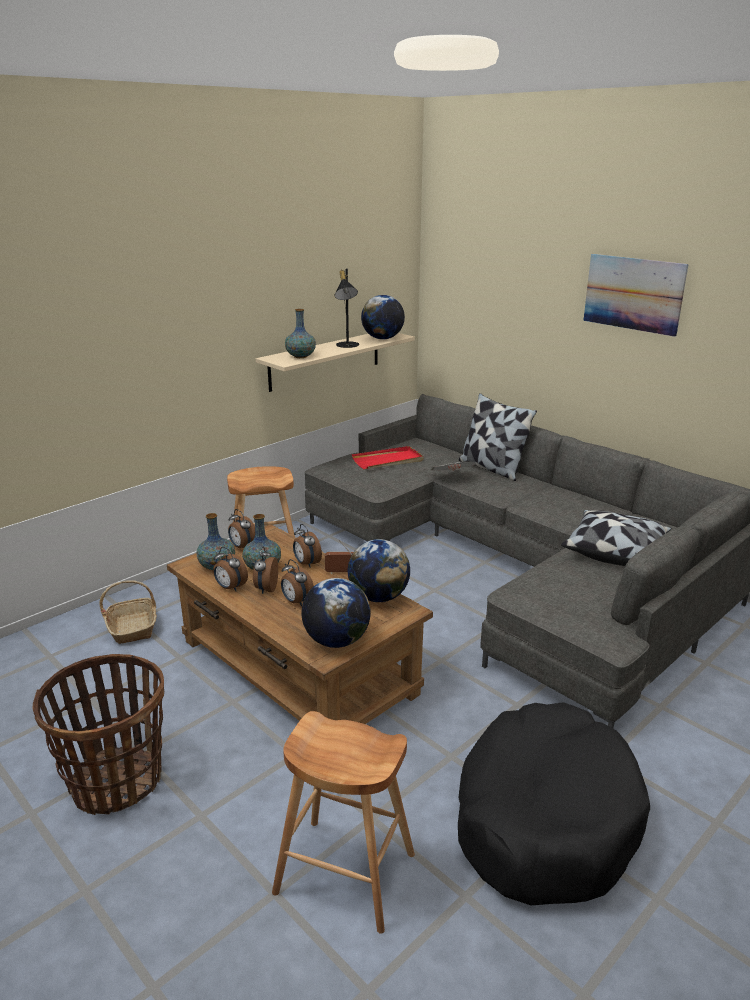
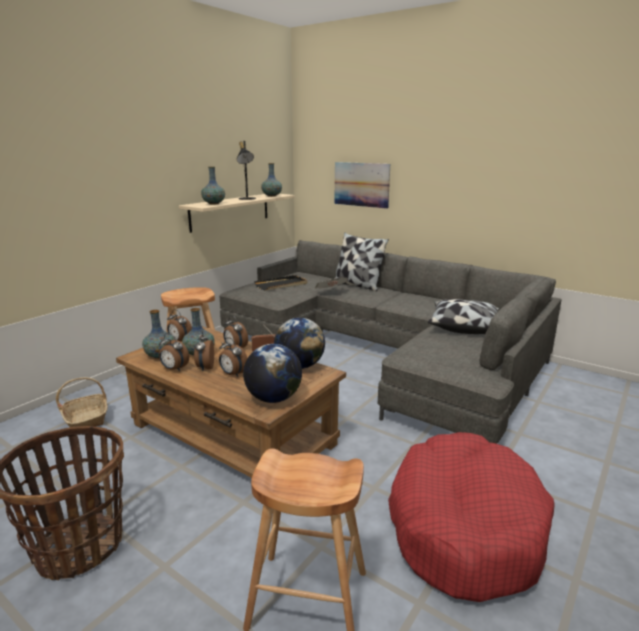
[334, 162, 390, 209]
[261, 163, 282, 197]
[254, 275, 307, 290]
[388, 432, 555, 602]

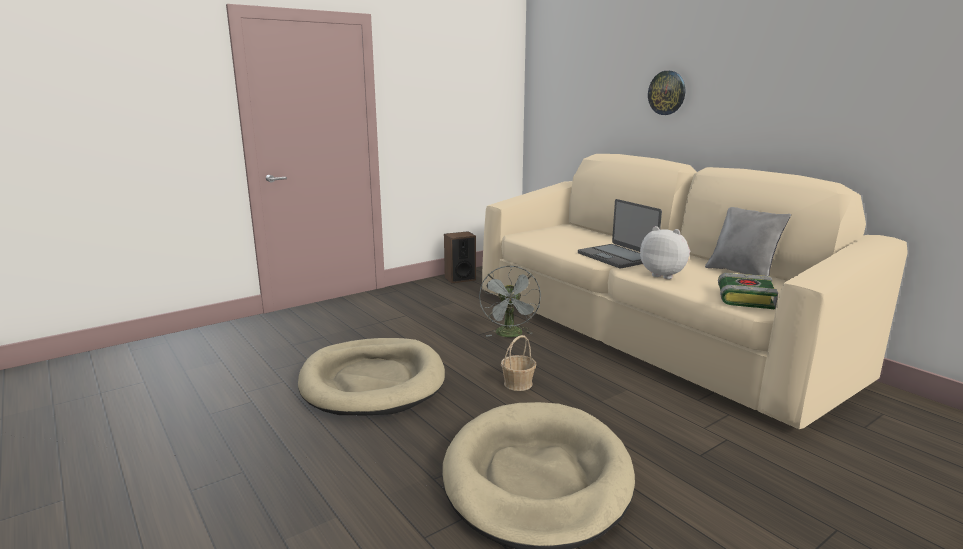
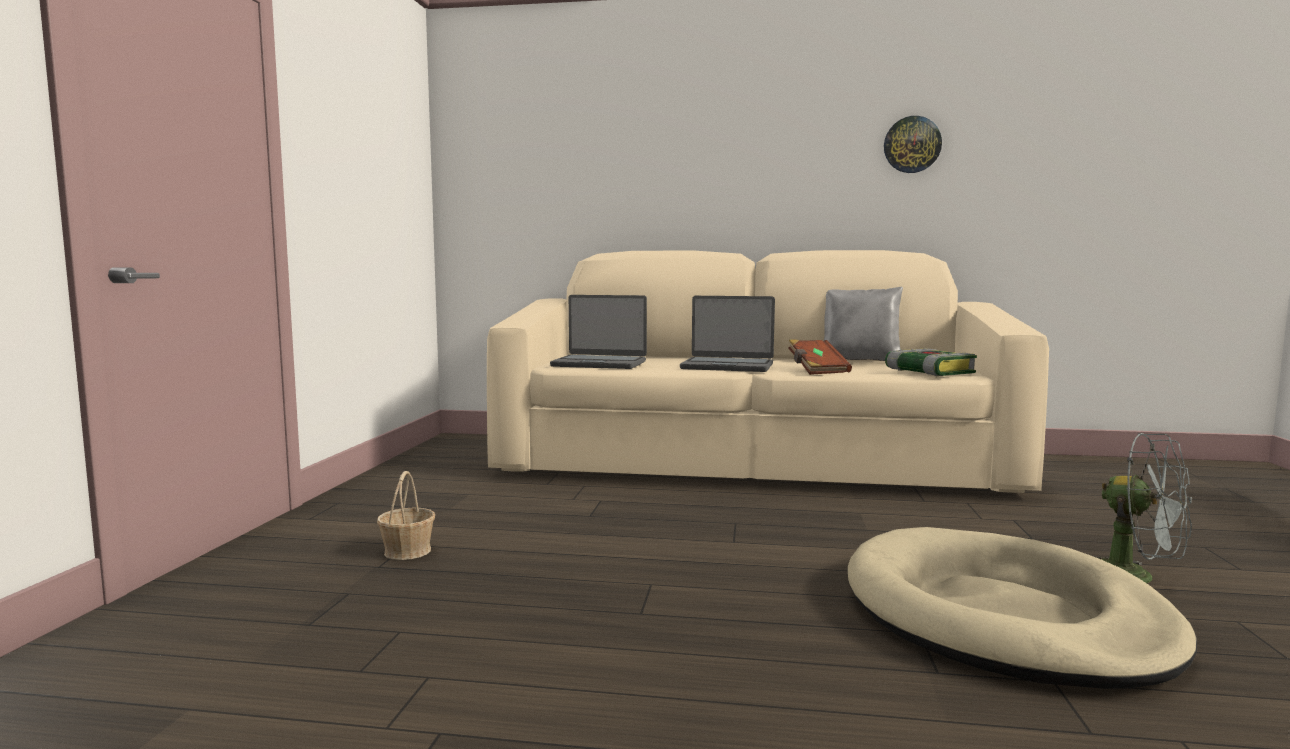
[298, 338, 445, 415] (first image)
[444, 231, 476, 283] (first image)
[550, 295, 647, 369]
[1096, 433, 1192, 583]
[377, 471, 435, 560]
[884, 116, 942, 173]
[789, 339, 852, 375]

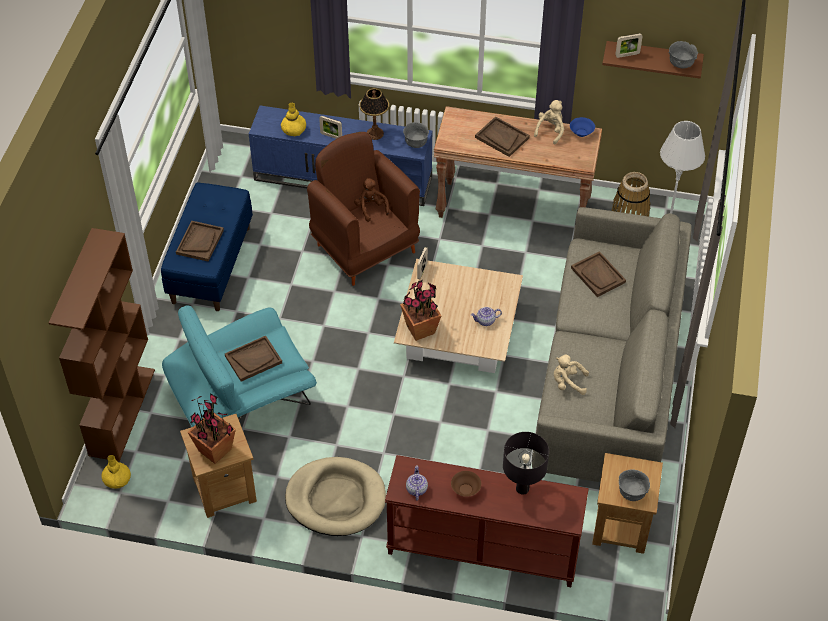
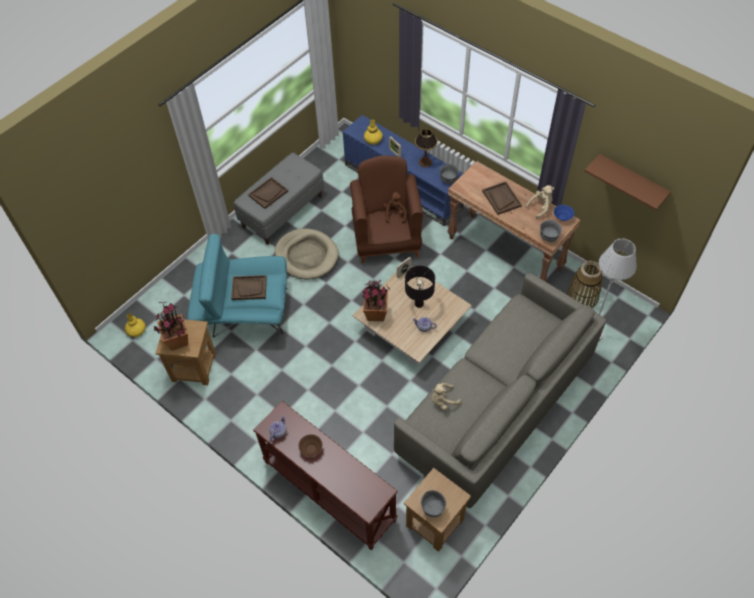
[49, 228, 155, 462] (first image)
[571, 251, 626, 297] (first image)
[615, 33, 643, 58] (first image)
[274, 228, 339, 280]
[405, 266, 435, 308]
[540, 220, 562, 242]
[234, 153, 324, 245]
[432, 383, 461, 411]

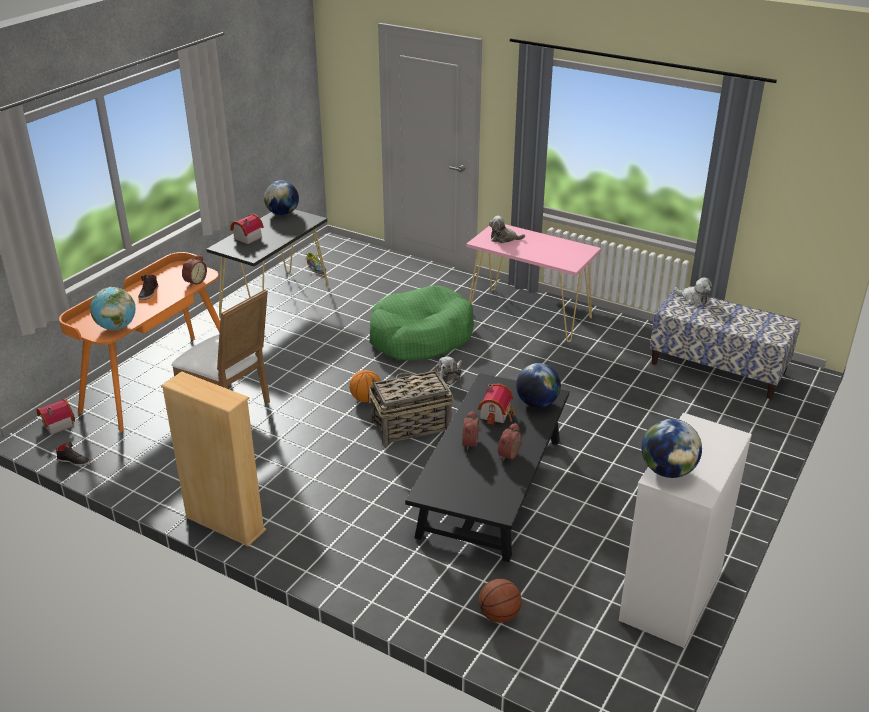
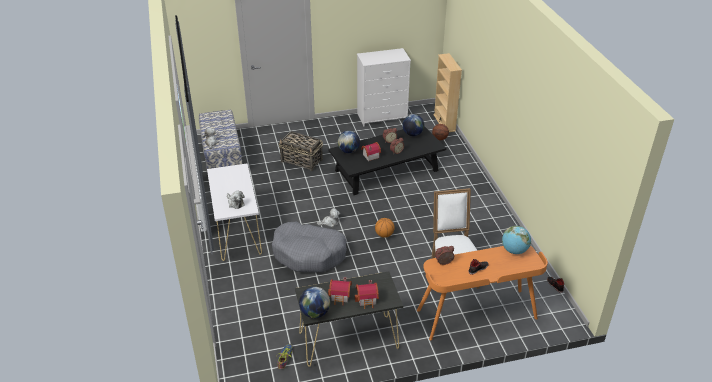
[328, 277, 352, 305]
[433, 53, 462, 132]
[278, 131, 323, 171]
[403, 114, 424, 136]
[272, 222, 347, 272]
[207, 163, 262, 261]

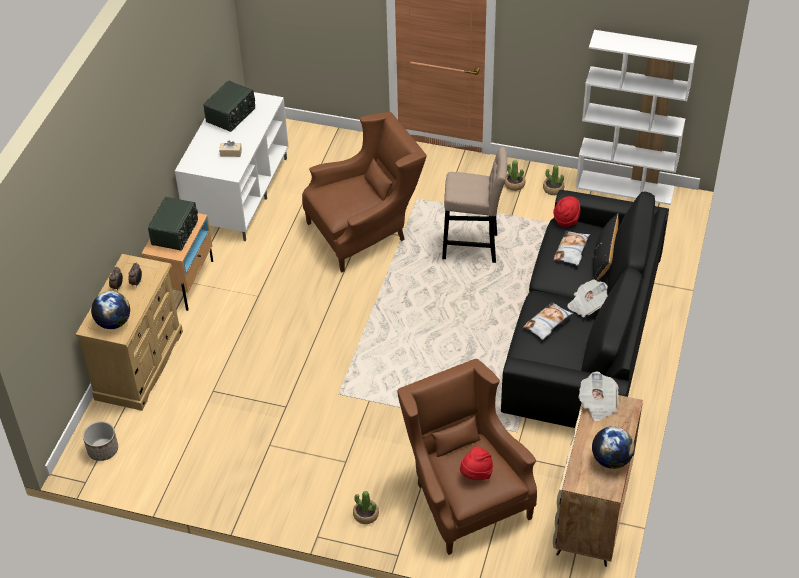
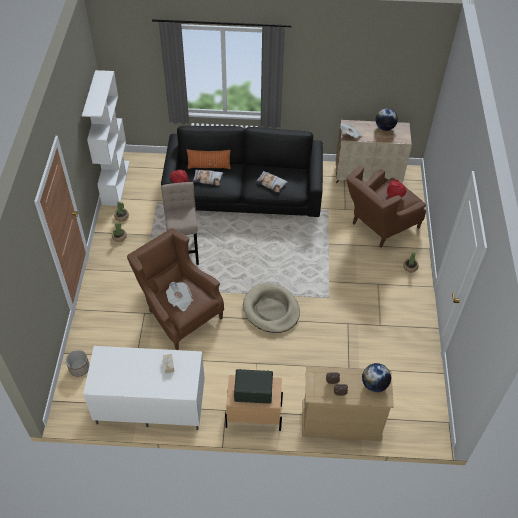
[204, 81, 255, 132] (first image)
[243, 283, 300, 333]
[66, 350, 90, 377]
[166, 282, 193, 311]
[187, 149, 231, 169]

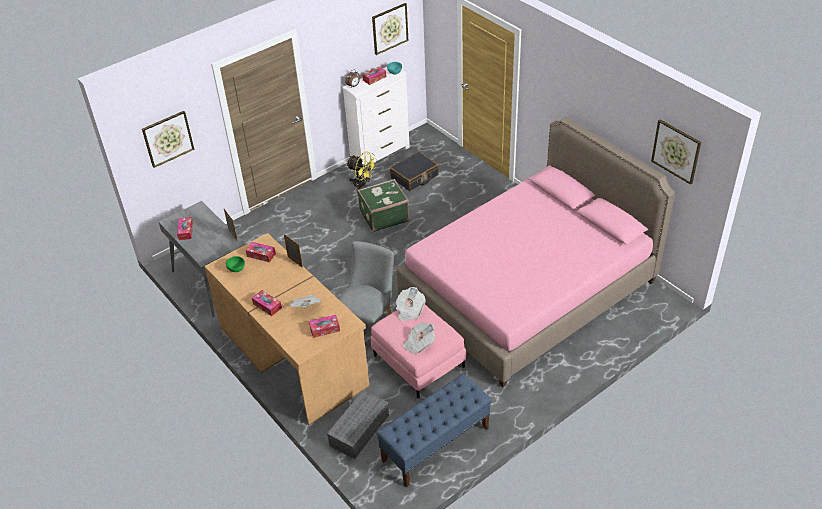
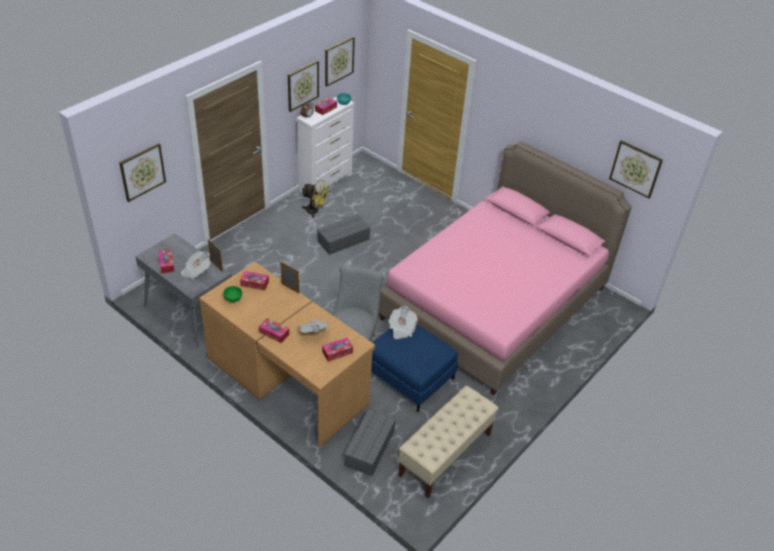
[390, 152, 439, 191] (first image)
[288, 60, 319, 112]
[181, 251, 211, 280]
[317, 214, 371, 255]
[371, 324, 458, 412]
[398, 385, 499, 498]

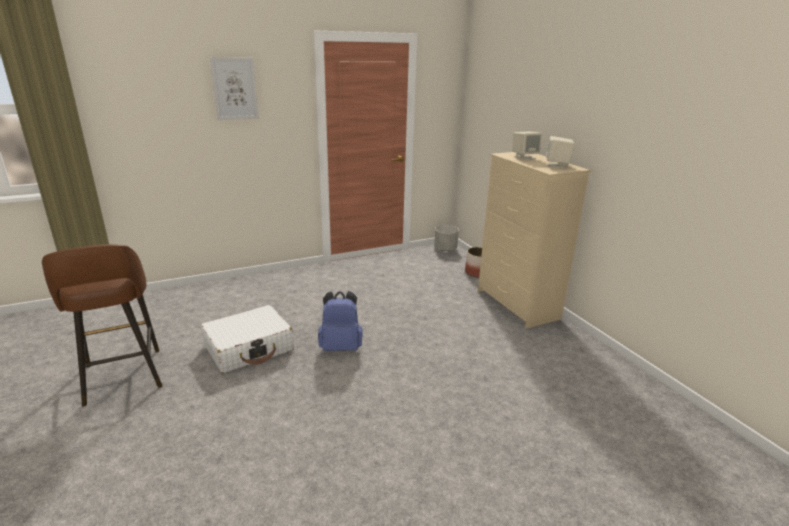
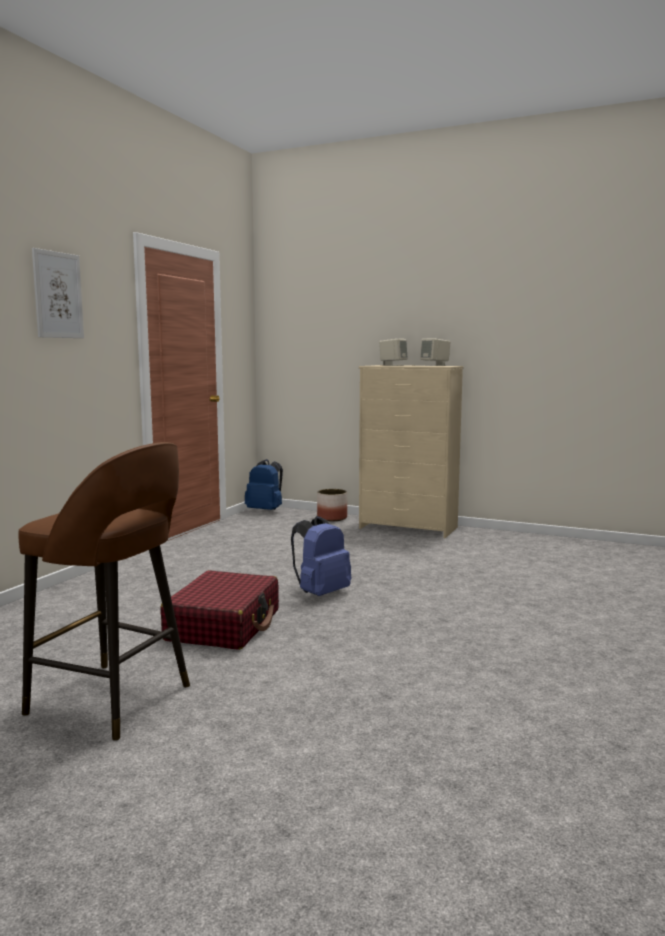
[245, 459, 283, 510]
[160, 570, 279, 650]

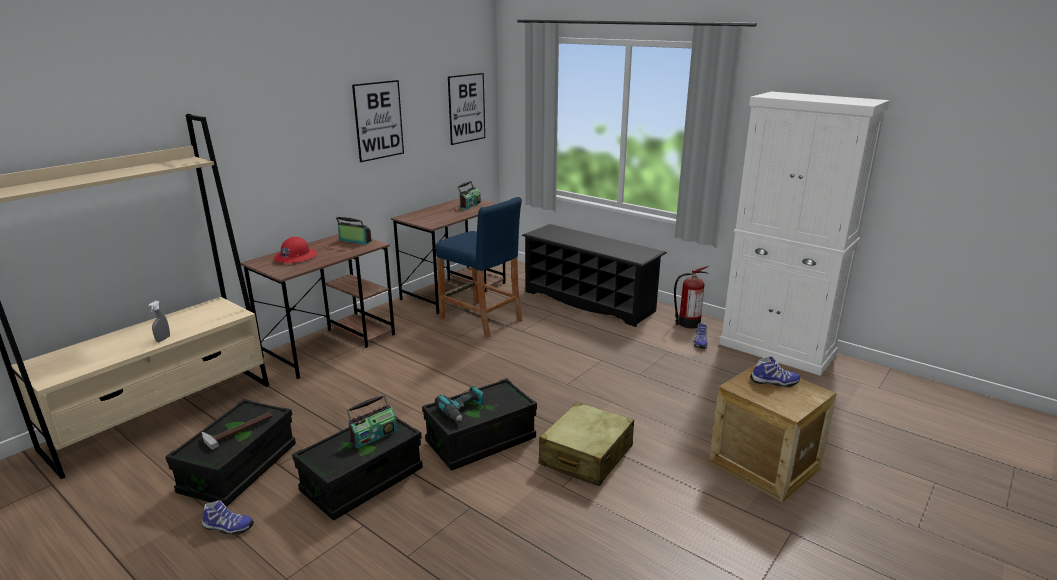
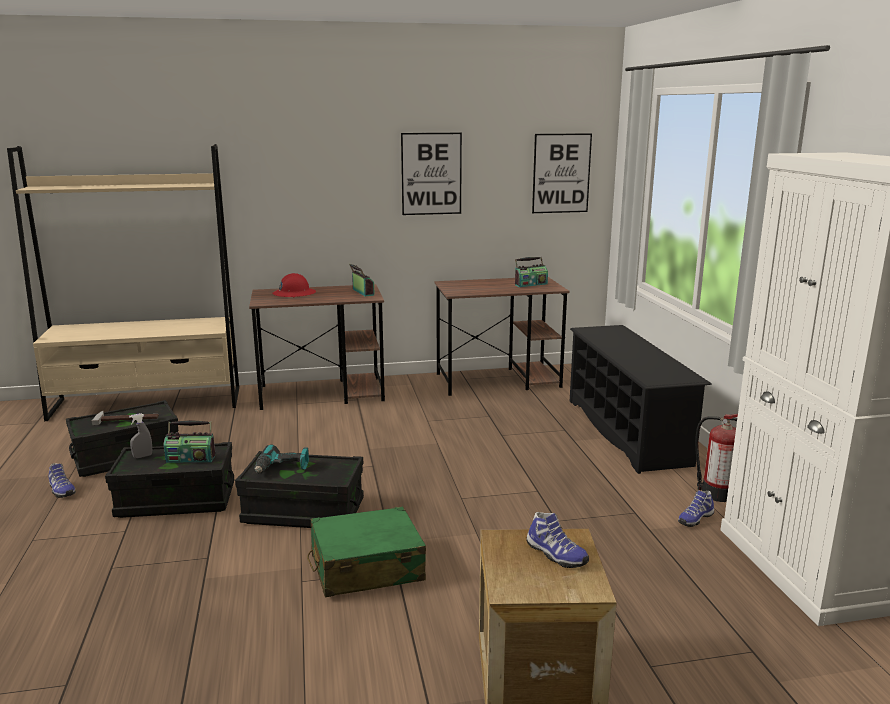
[436, 197, 522, 337] (first image)
[129, 413, 152, 458]
[307, 506, 426, 597]

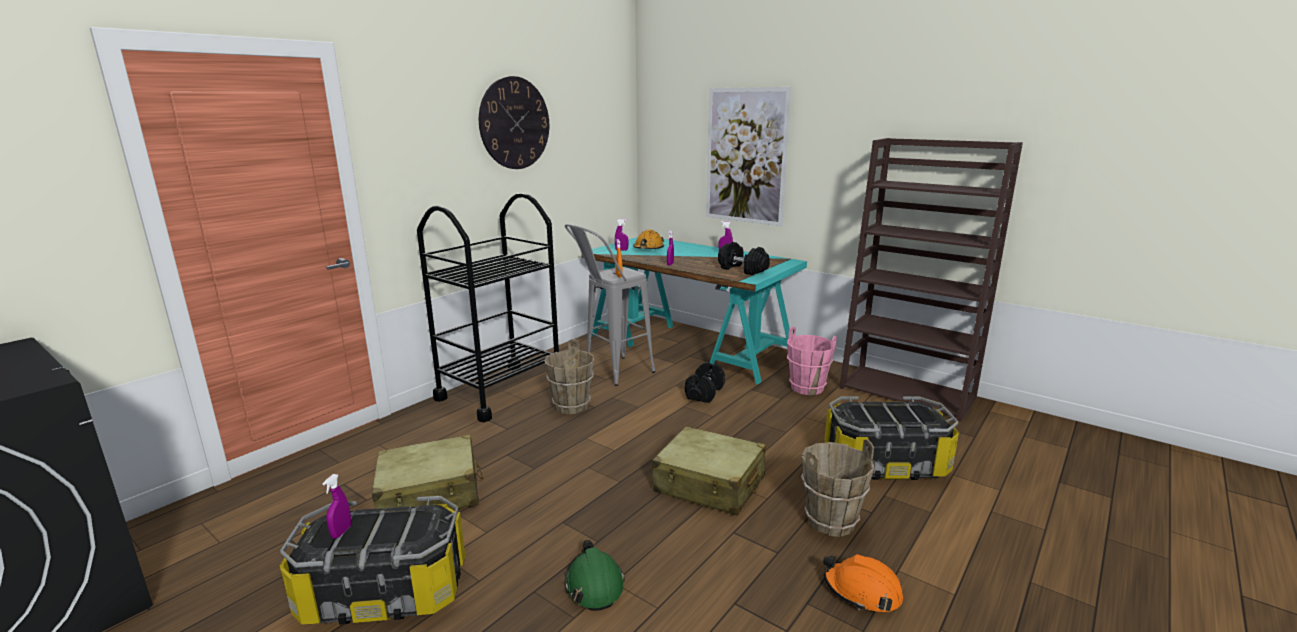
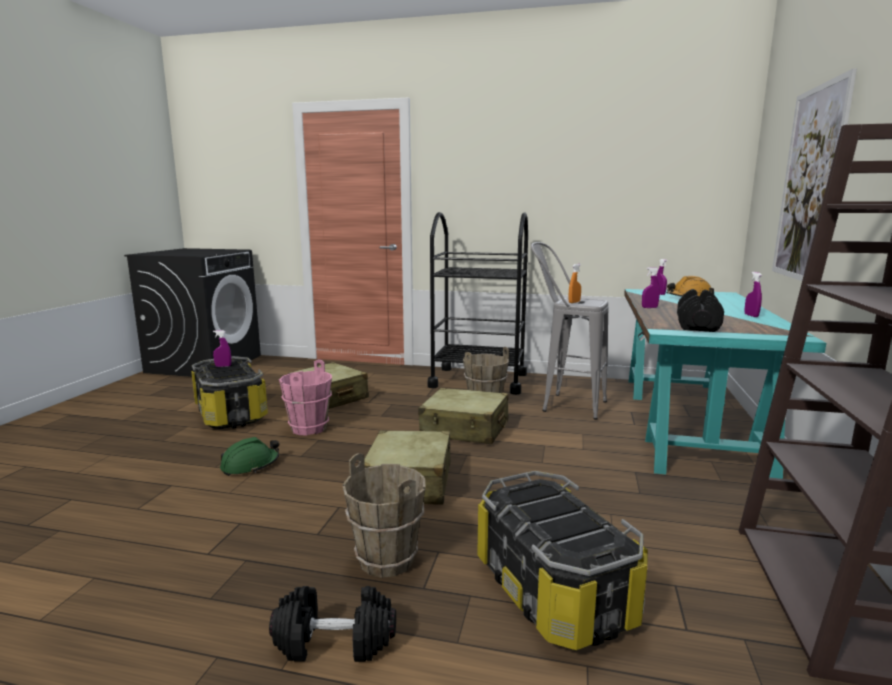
[479, 76, 549, 169] (first image)
[823, 554, 903, 612] (first image)
[418, 388, 509, 444]
[269, 586, 396, 662]
[279, 360, 332, 436]

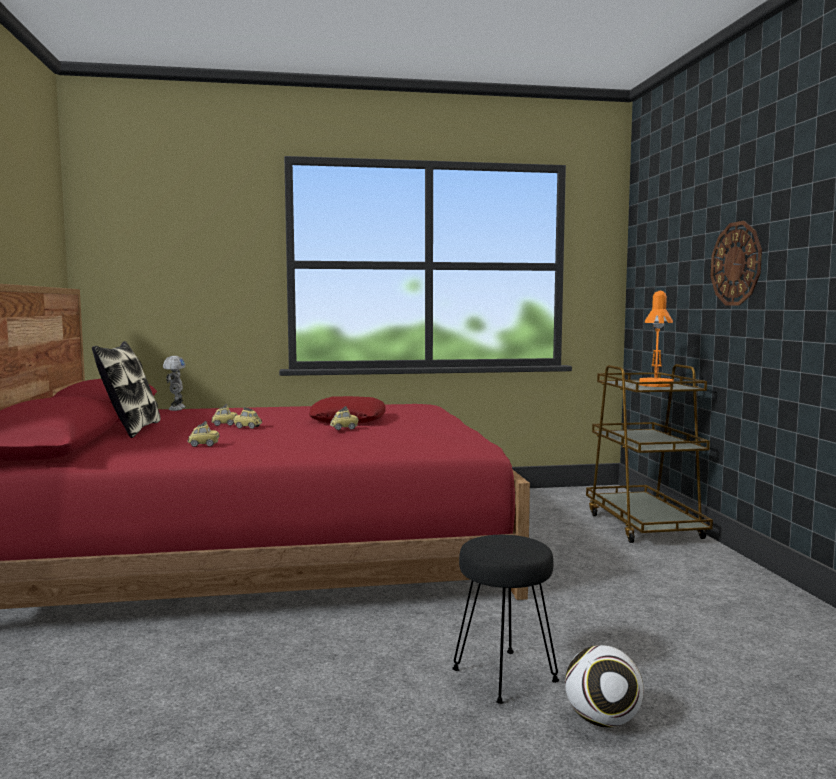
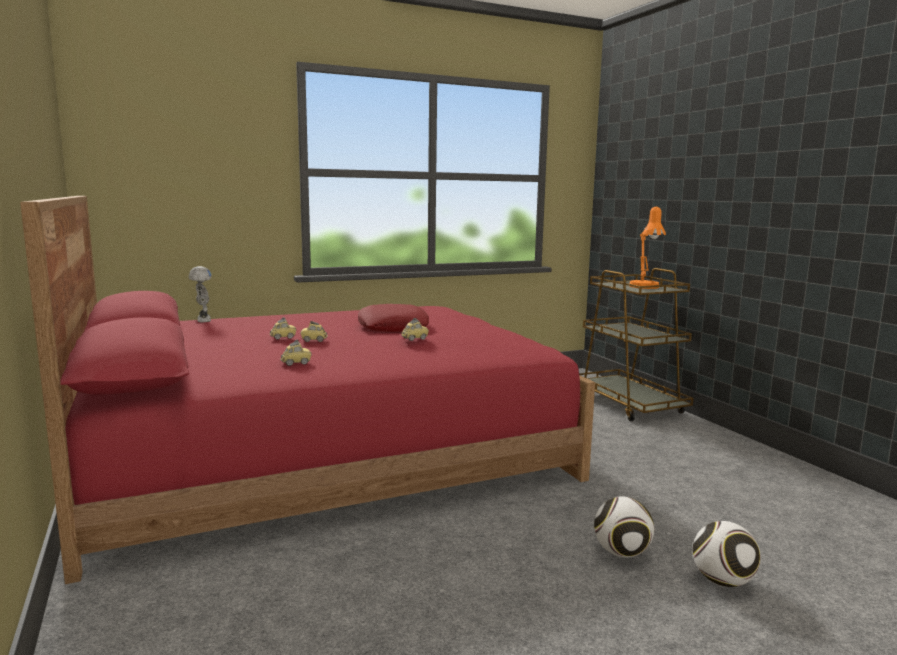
[92, 341, 161, 438] (first image)
[710, 221, 762, 306] (first image)
[594, 496, 654, 557]

